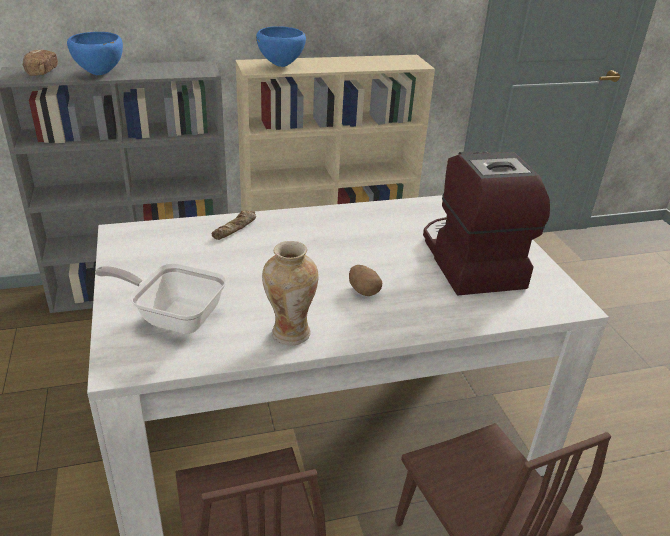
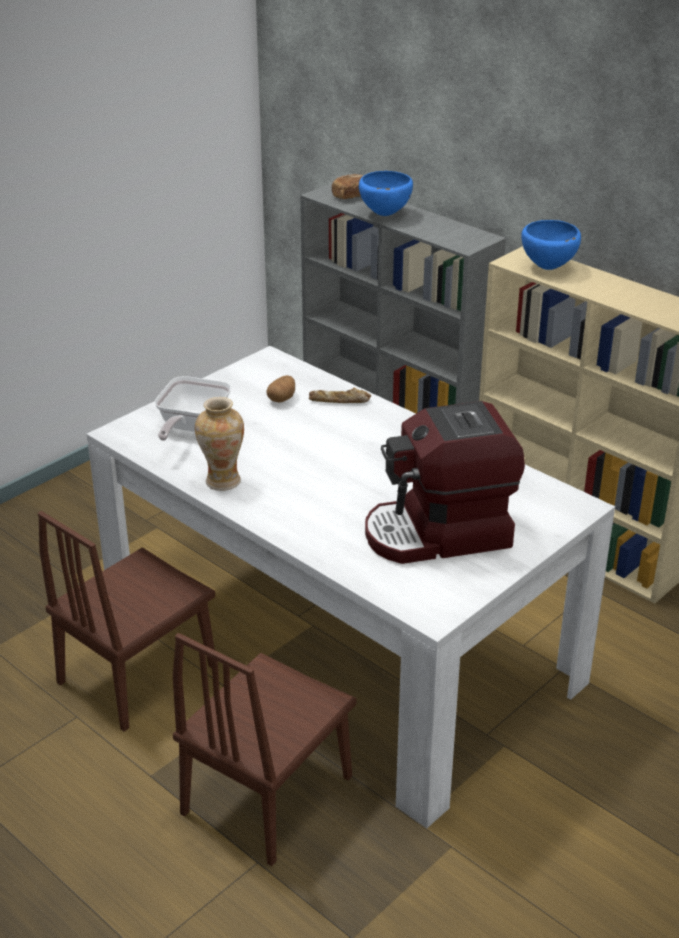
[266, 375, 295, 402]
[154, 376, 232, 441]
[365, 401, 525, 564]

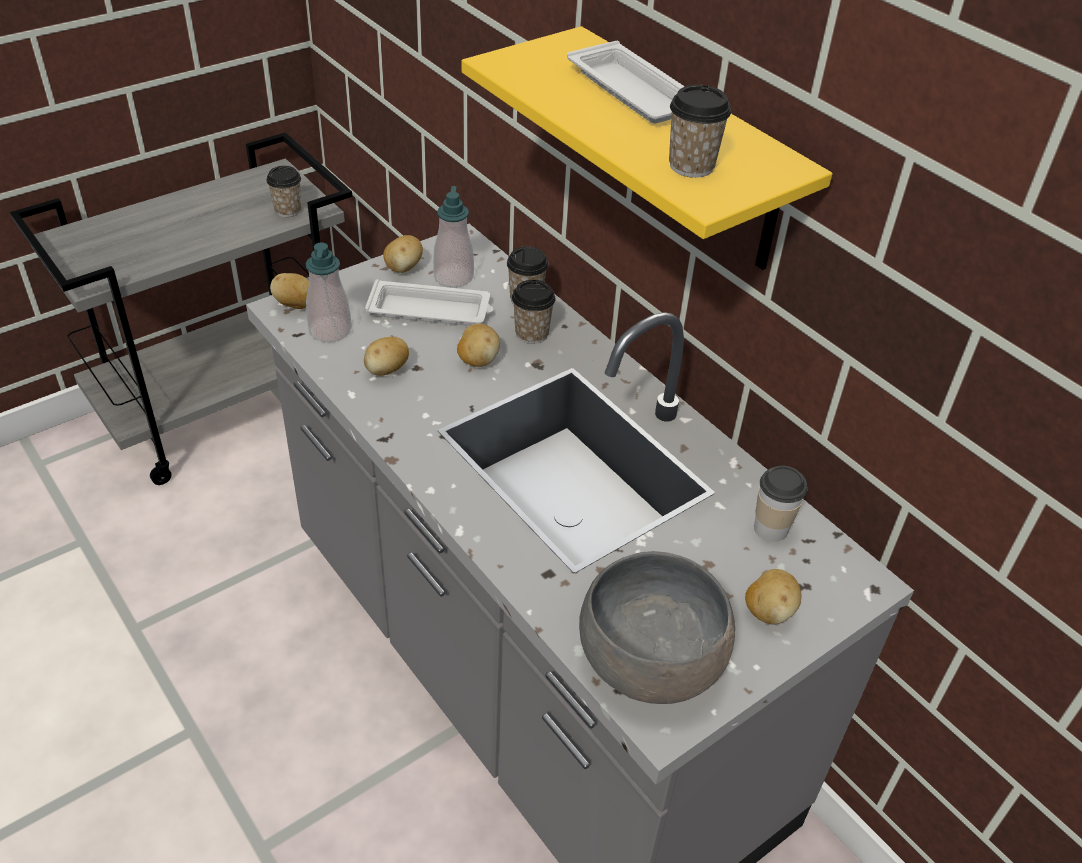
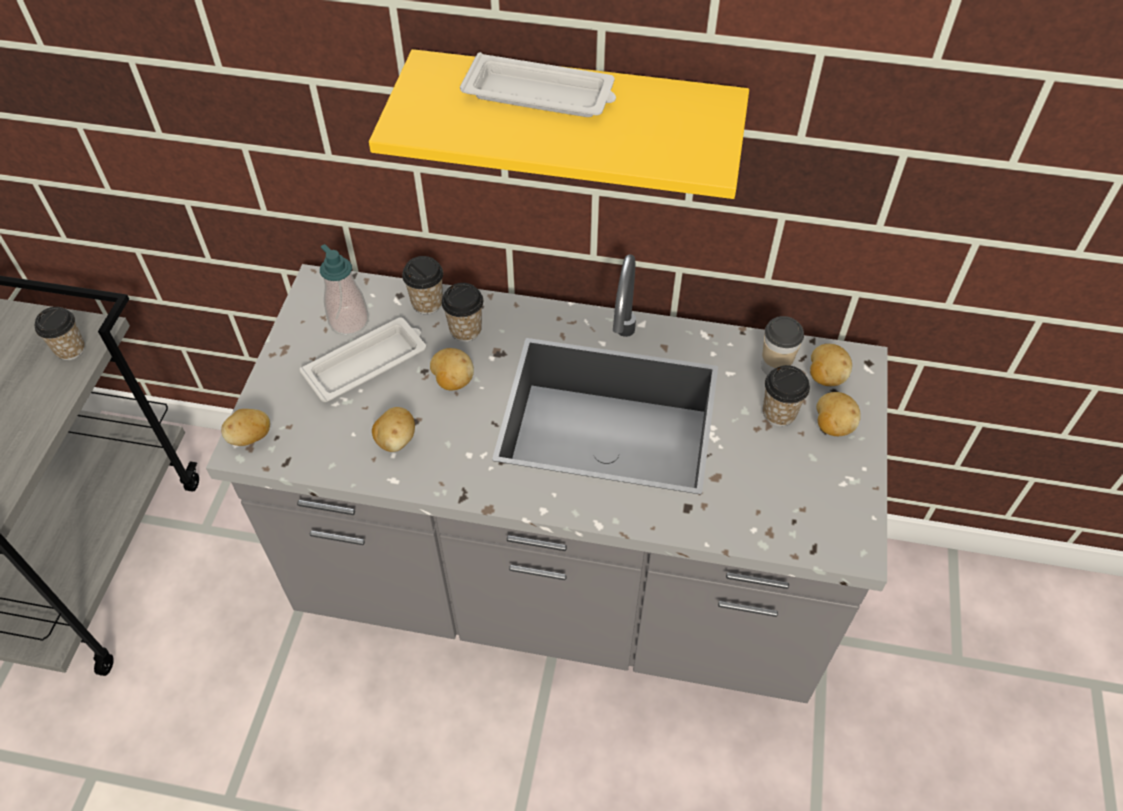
[306, 242, 352, 342] (first image)
[579, 551, 735, 704] (first image)
[810, 344, 852, 386]
[763, 365, 810, 426]

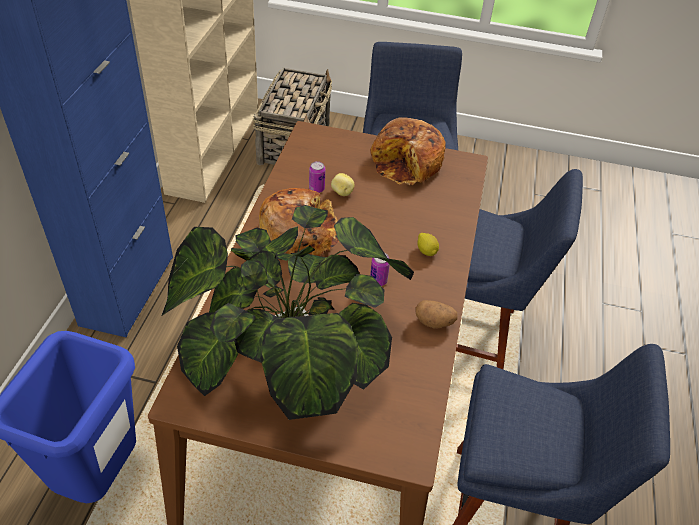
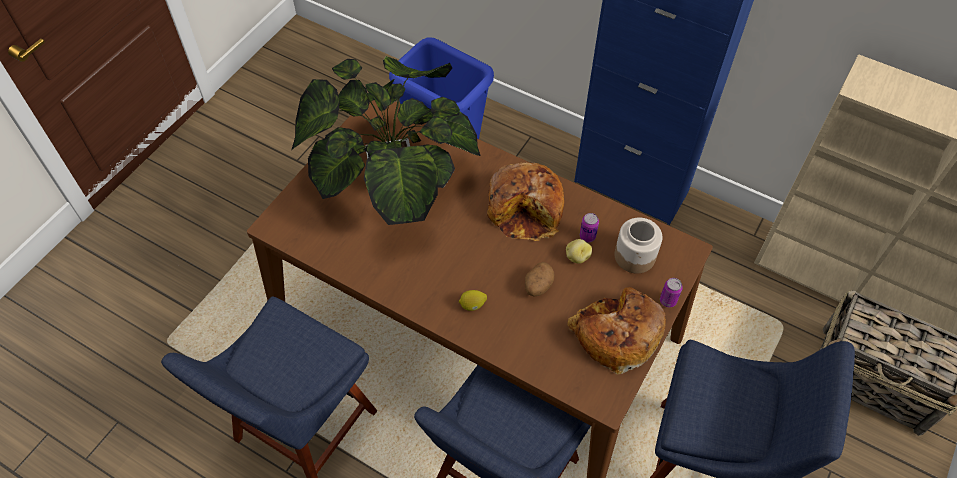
[615, 218, 662, 274]
[660, 278, 683, 307]
[525, 262, 554, 297]

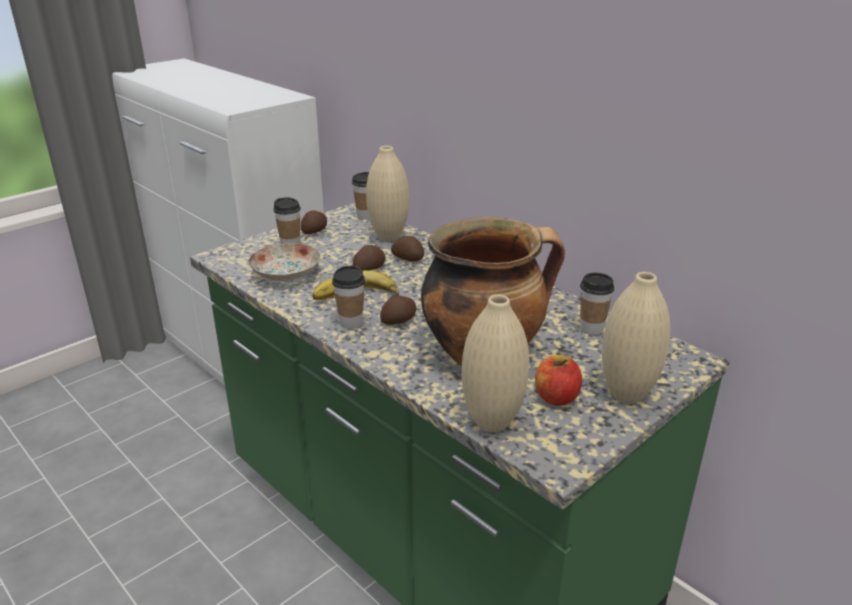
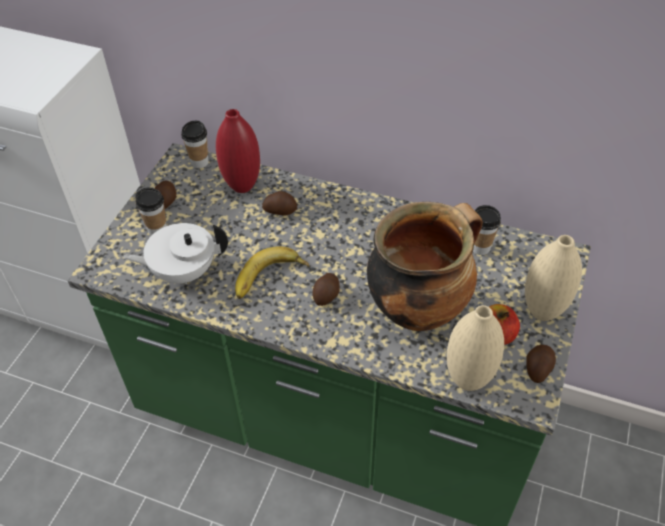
[332, 266, 365, 329] (first image)
[526, 345, 556, 383]
[123, 223, 228, 284]
[216, 109, 260, 193]

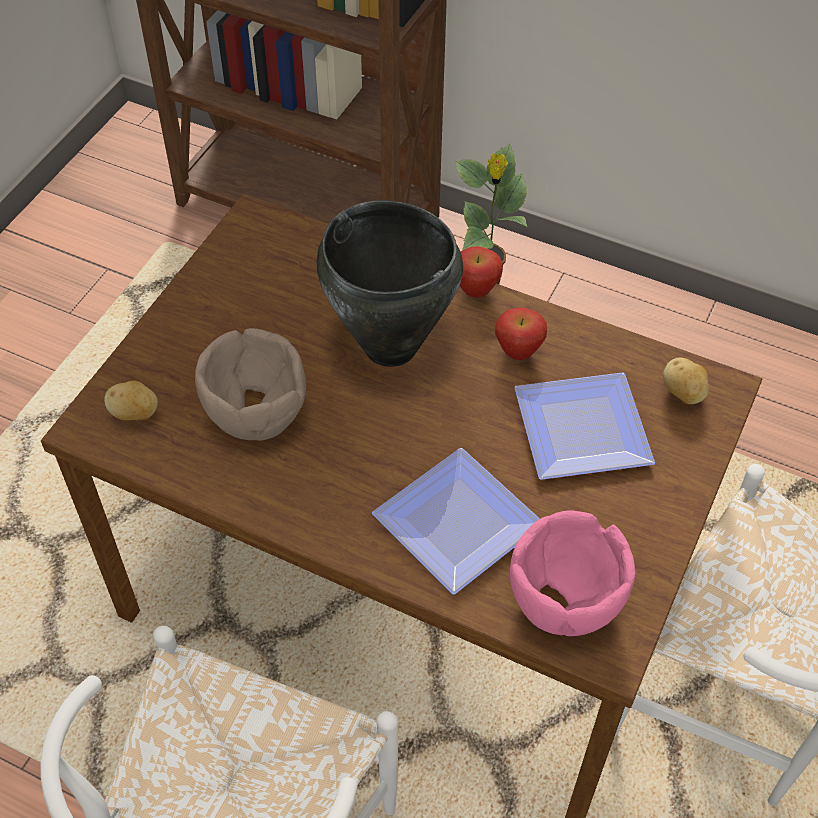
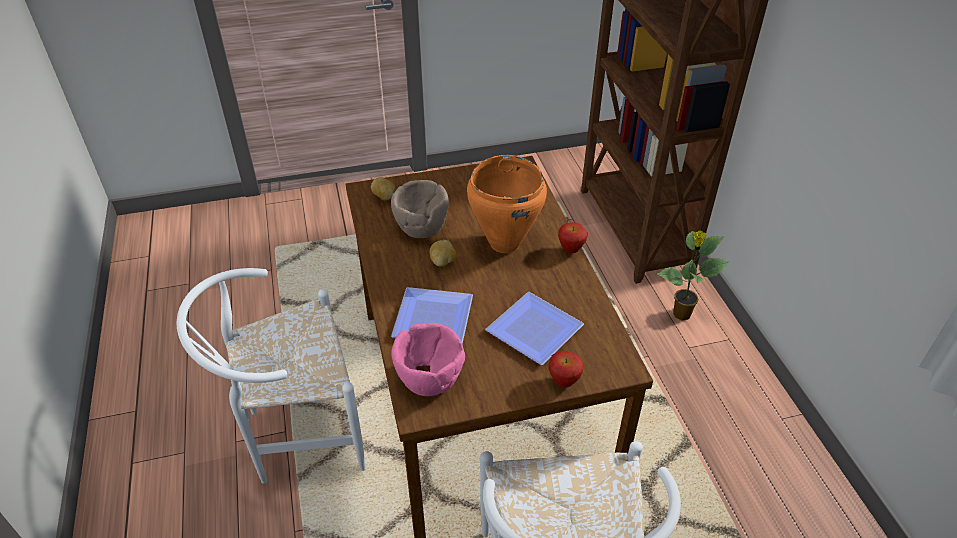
[548, 351, 583, 387]
[429, 240, 457, 267]
[467, 155, 547, 253]

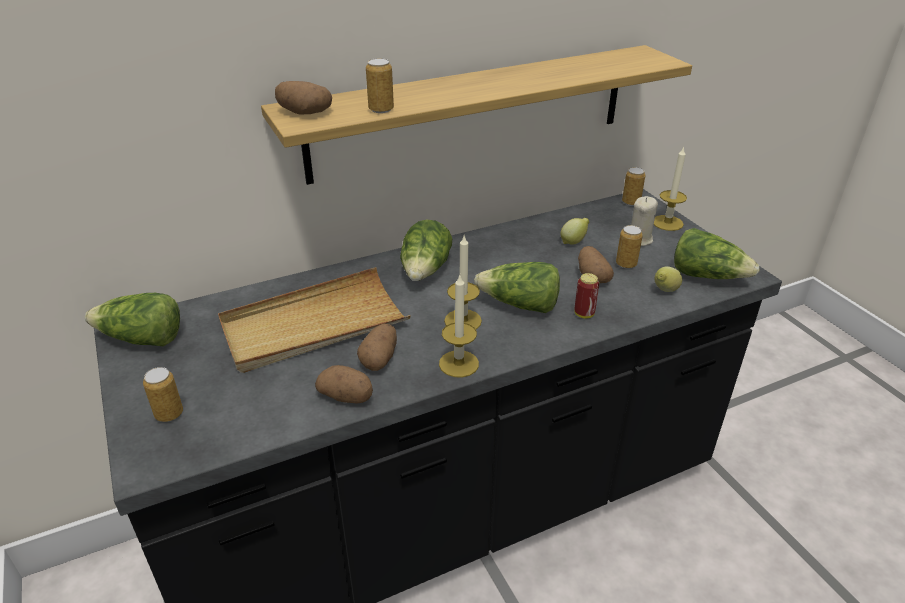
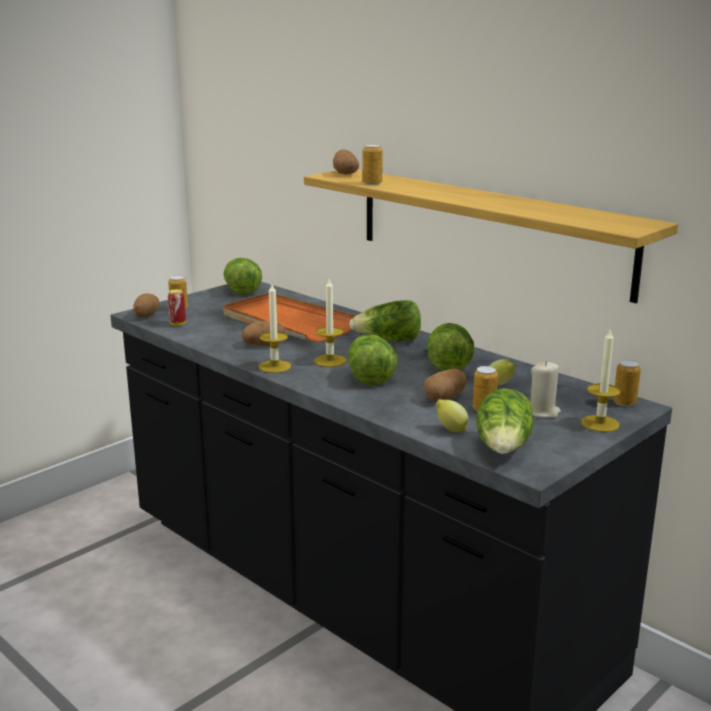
[427, 323, 474, 371]
[133, 293, 159, 317]
[168, 289, 186, 326]
[223, 293, 357, 342]

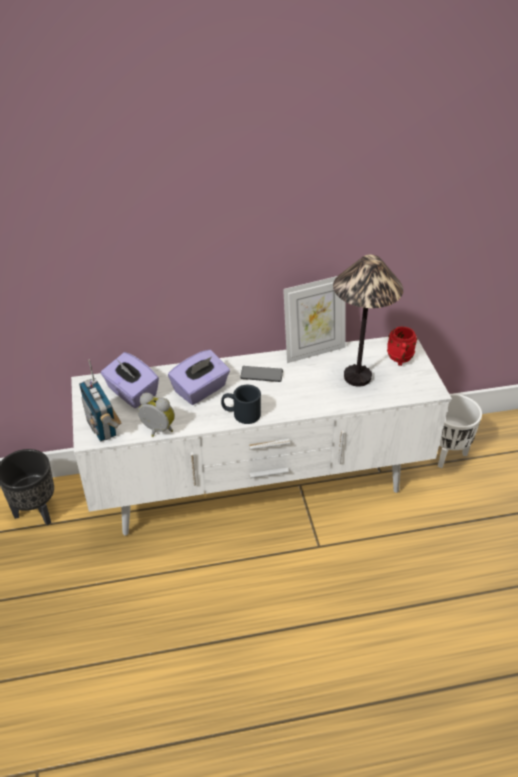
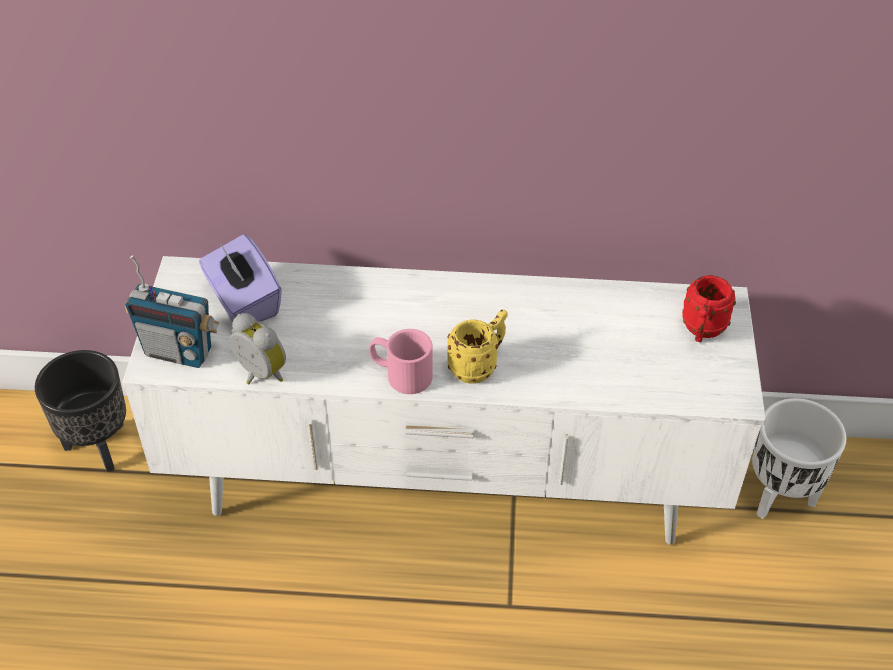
[168, 350, 230, 405] (first image)
[240, 366, 283, 382] (first image)
[283, 276, 346, 363] (first image)
[333, 255, 403, 387] (first image)
[447, 309, 508, 384]
[369, 329, 433, 394]
[125, 255, 219, 368]

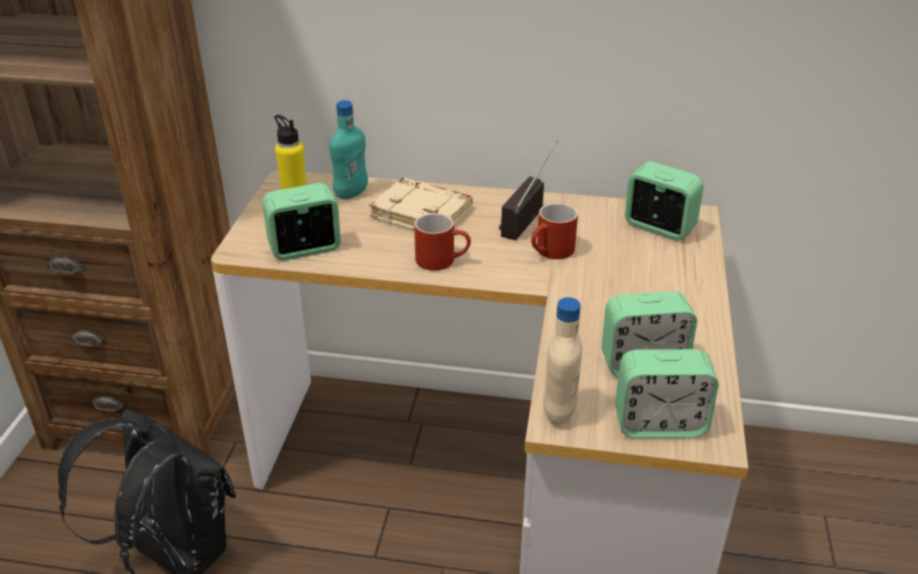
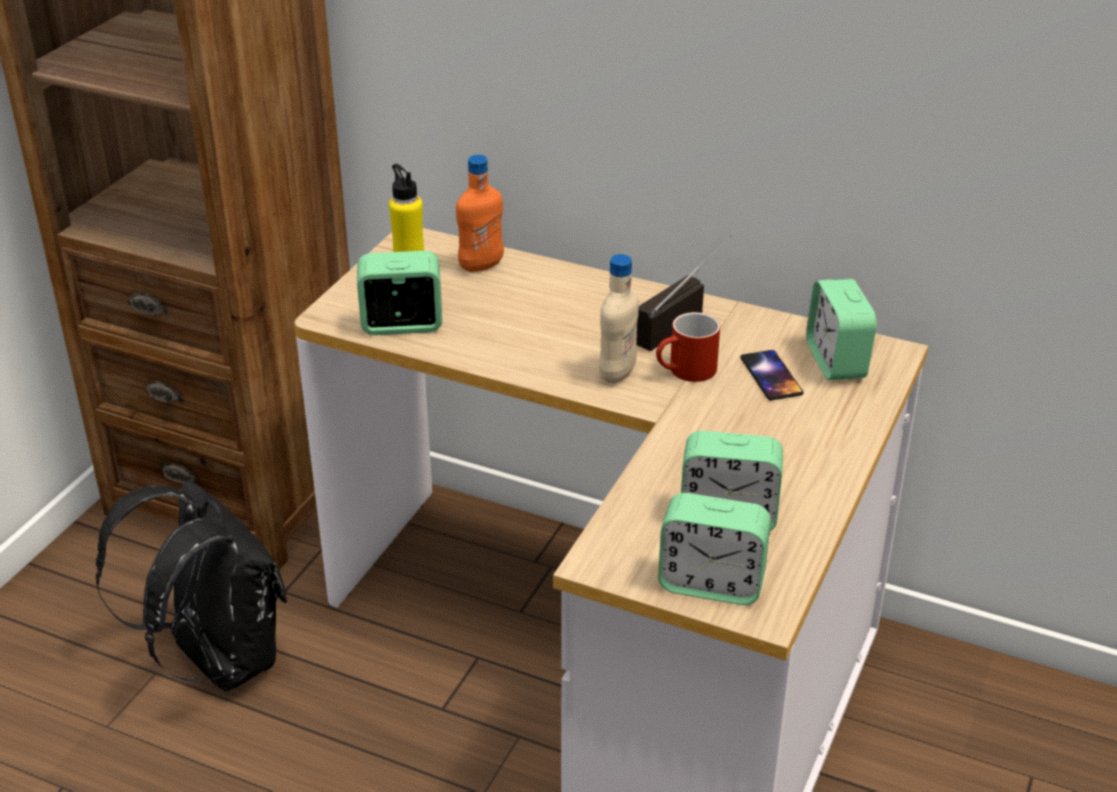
[369, 178, 473, 229] (first image)
[414, 213, 471, 271] (first image)
[740, 350, 804, 400]
[599, 254, 639, 383]
[456, 155, 504, 272]
[806, 279, 877, 380]

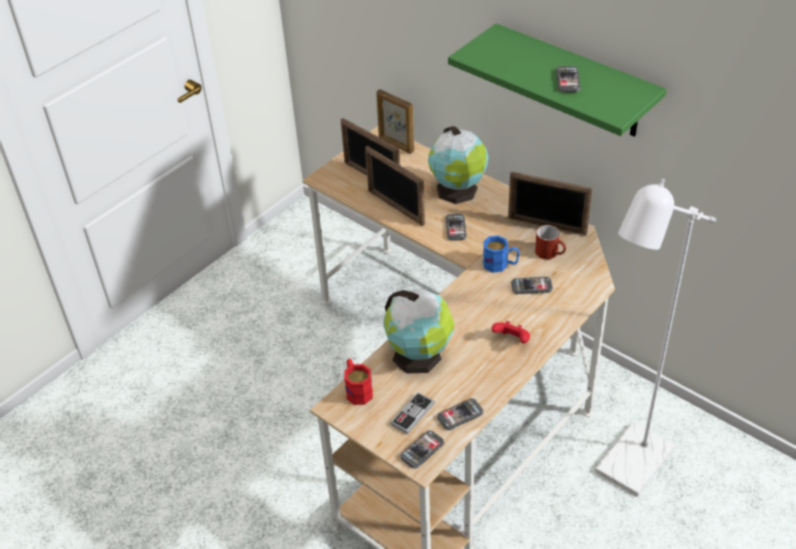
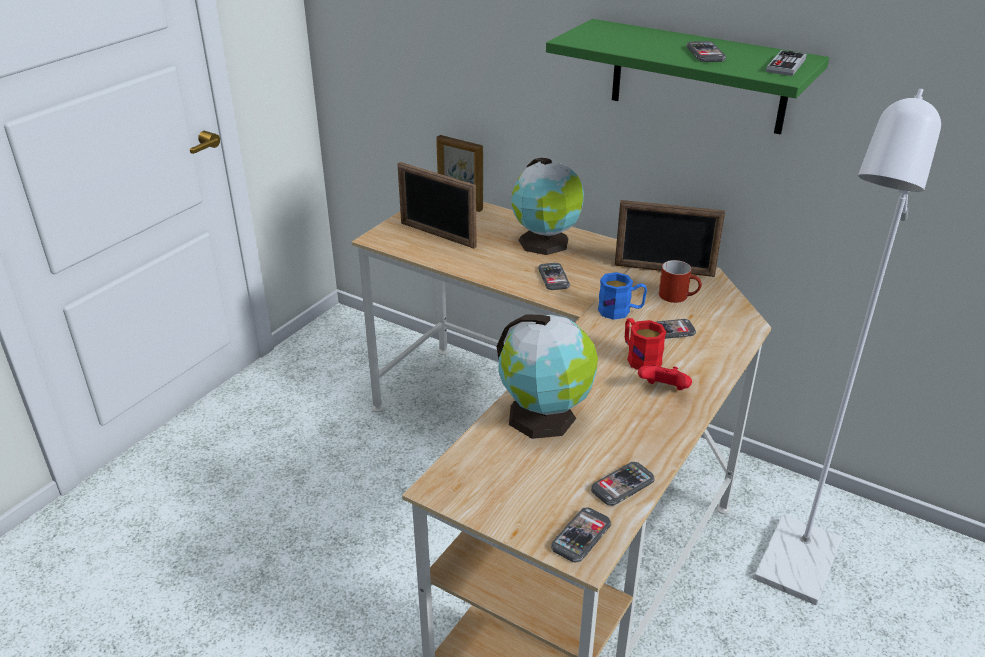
[365, 146, 425, 226] (first image)
[625, 318, 666, 370]
[766, 50, 807, 76]

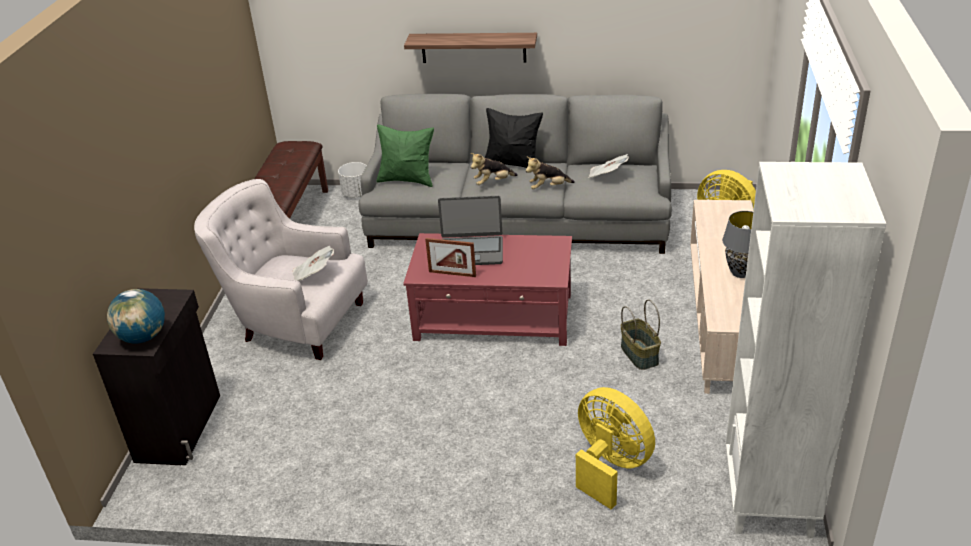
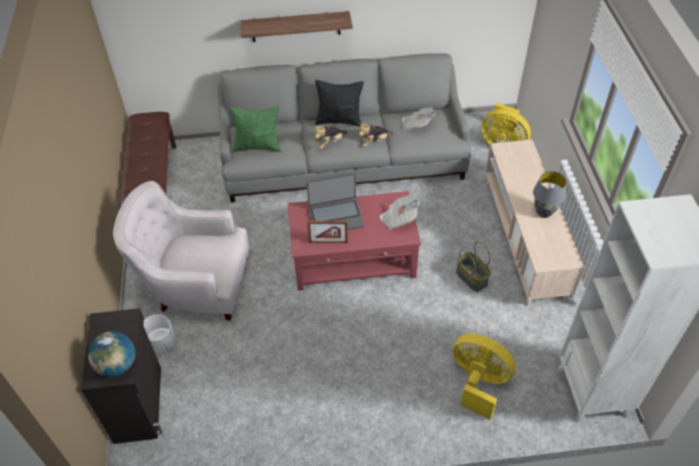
[380, 195, 420, 230]
[144, 315, 176, 354]

